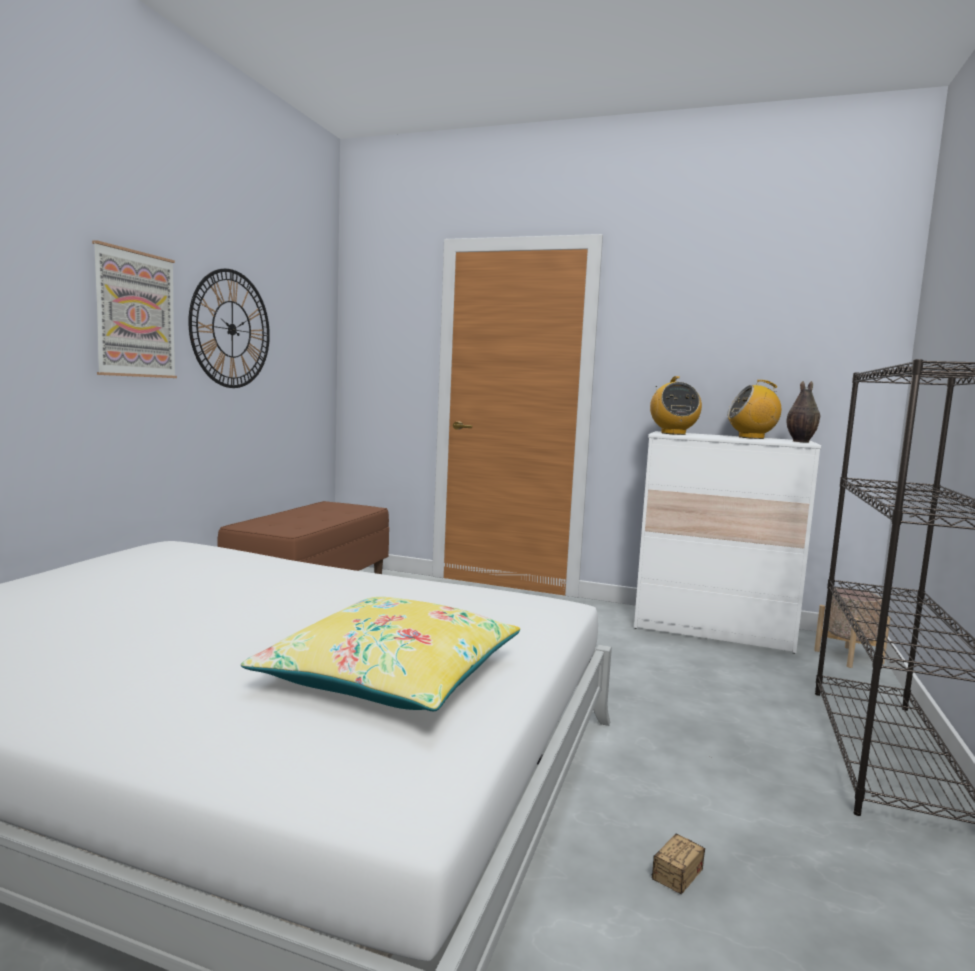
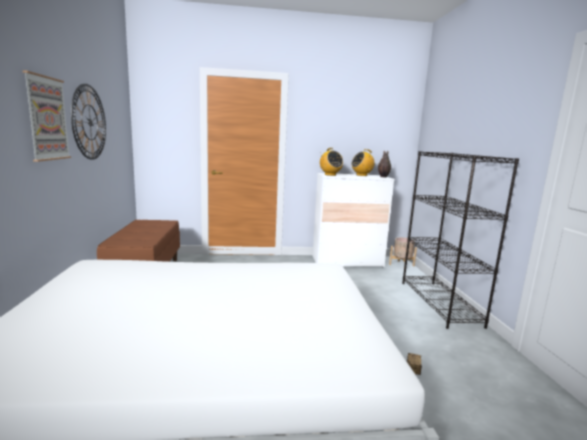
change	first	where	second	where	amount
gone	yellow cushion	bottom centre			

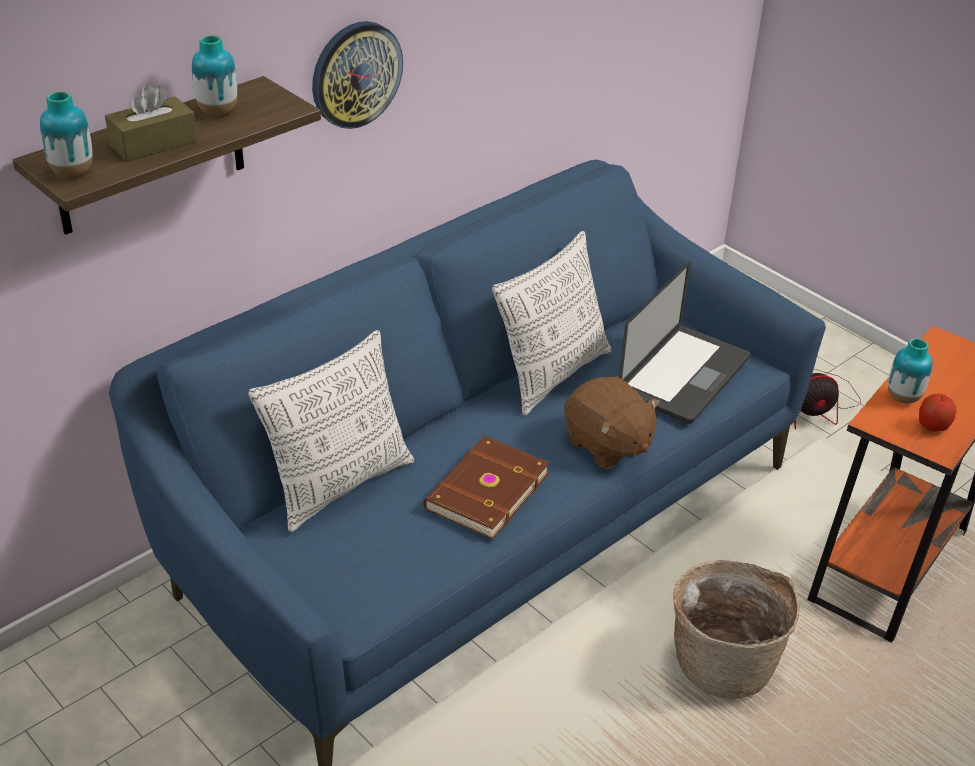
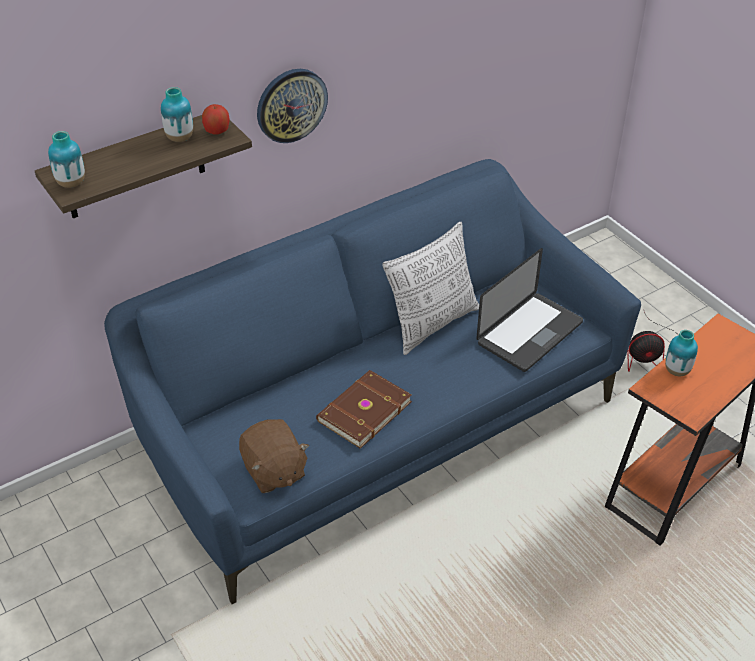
change	first	where	second	where	amount
gone	brown tissue holder	top left			
gone	cushion (no. 1 from left)	centre			
shifted	brown plush toy	centre		bottom centre	
gone	storage basket	bottom right			
shifted	whole apple	middle right		top left	

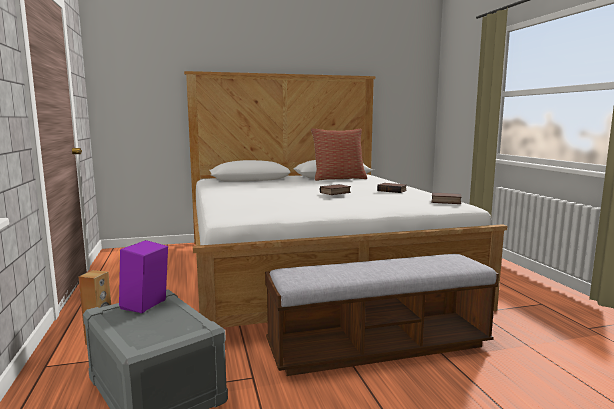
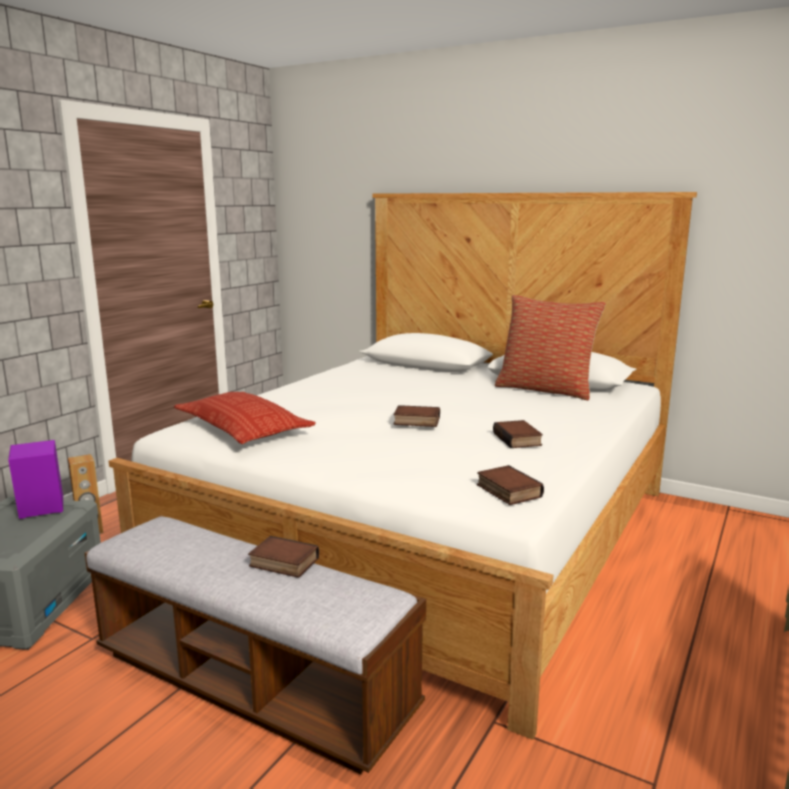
change	first	where	second	where	amount
new			cushion (no. 1 from left)	middle left	
new			book (no. 1 from left)	bottom centre	

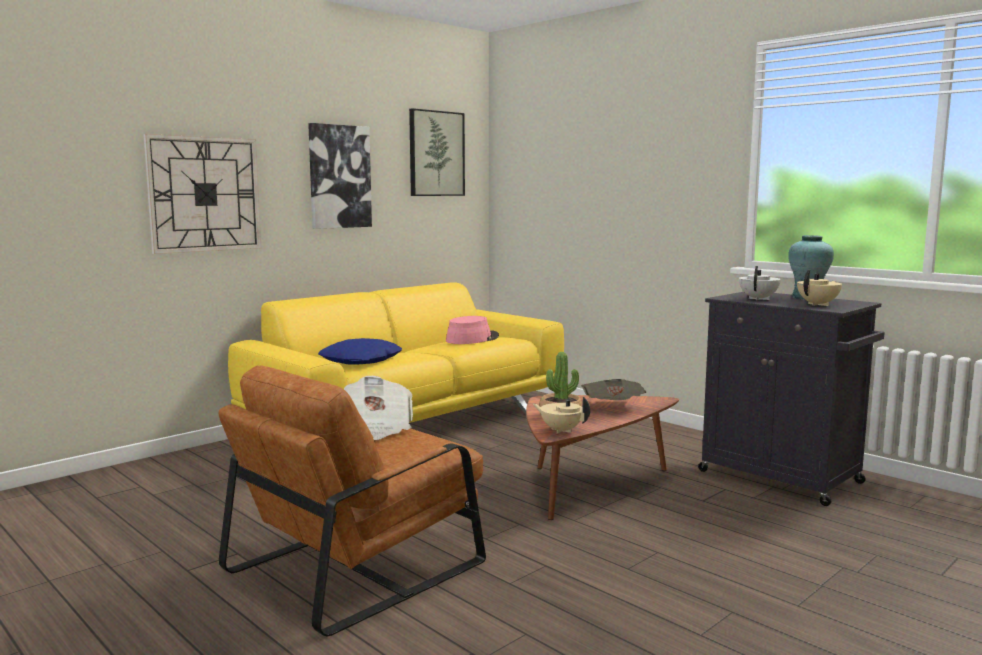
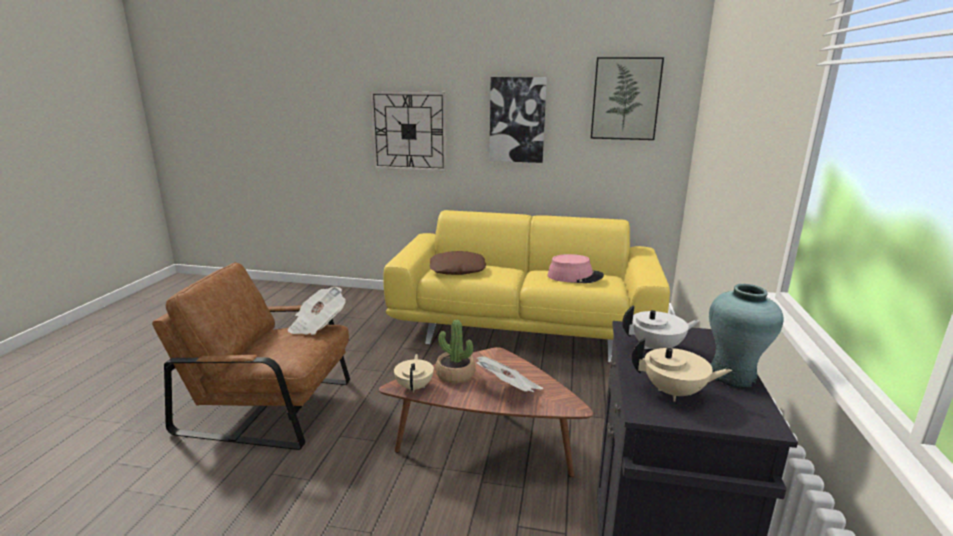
change	first	where	second	where	amount
repainted	blue cushion	centre	brown cushion	centre	

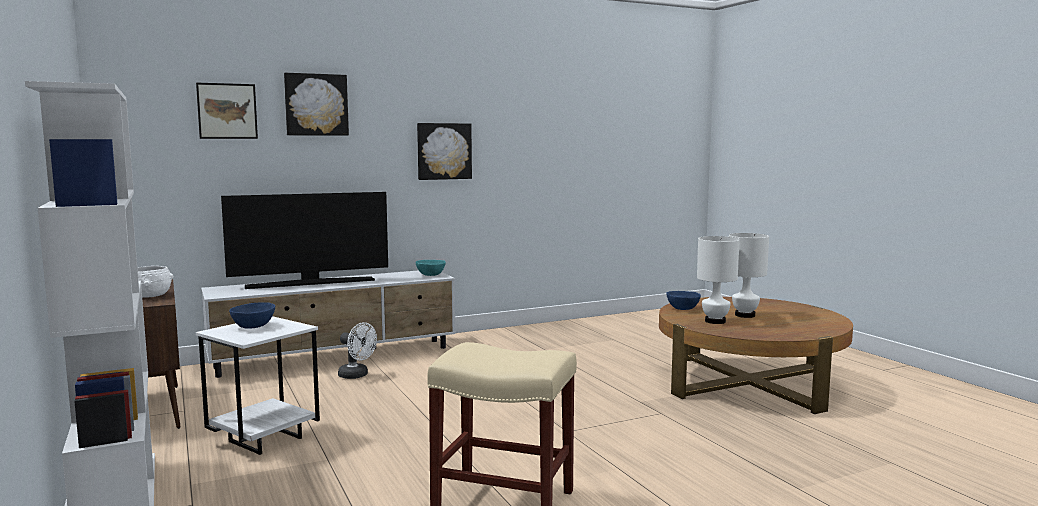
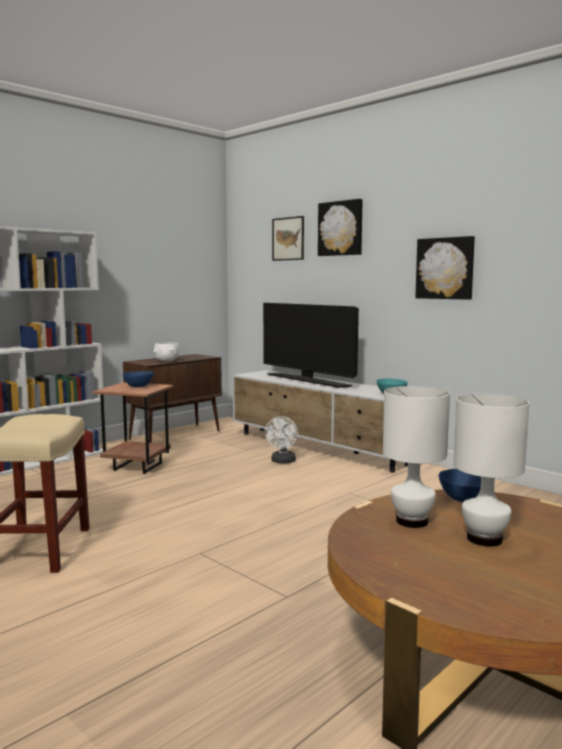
change	first	where	second	where	amount
repainted	whitish end table	bottom left	brown end table	middle left	

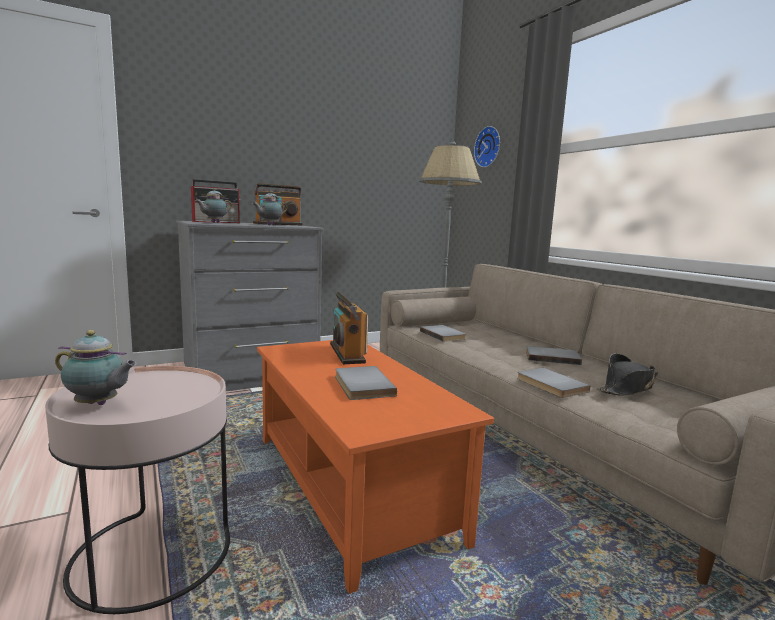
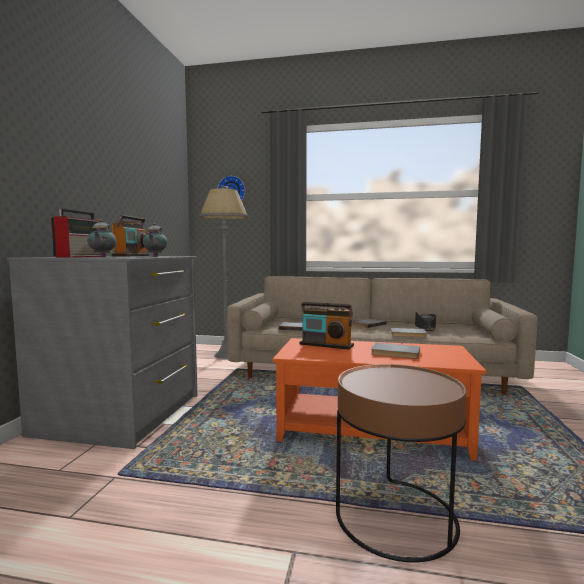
change	first	where	second	where	amount
repainted	pinkish end table	bottom left	brown end table	bottom right	
gone	pot for tea (no. 1 from left)	middle left			

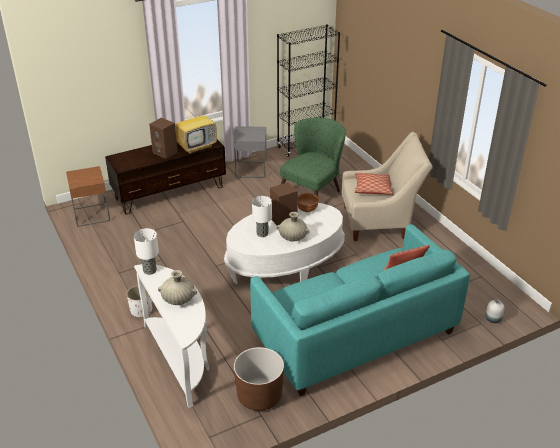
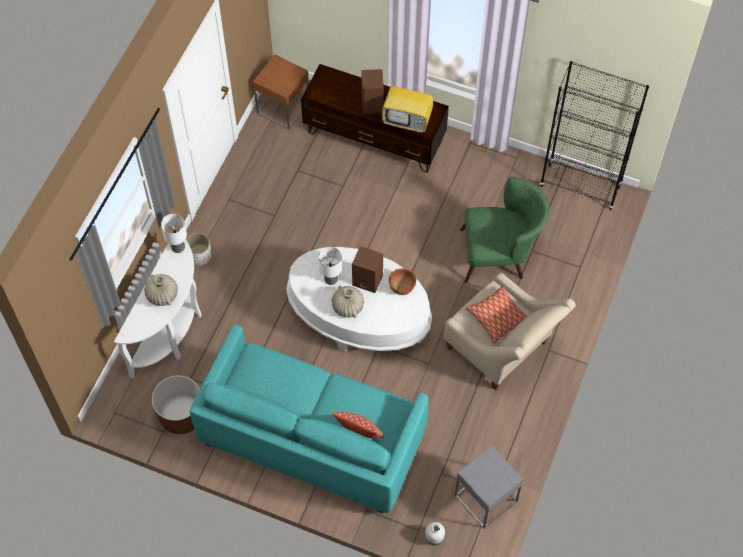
change	first	where	second	where	amount
shifted	greyish end table	centre		bottom centre	

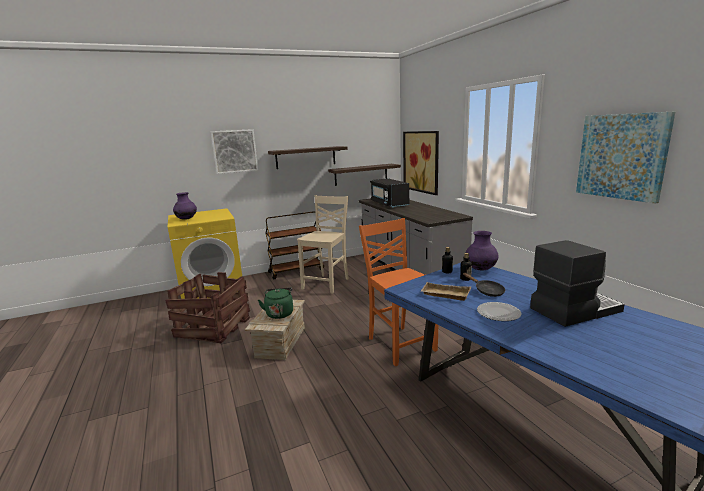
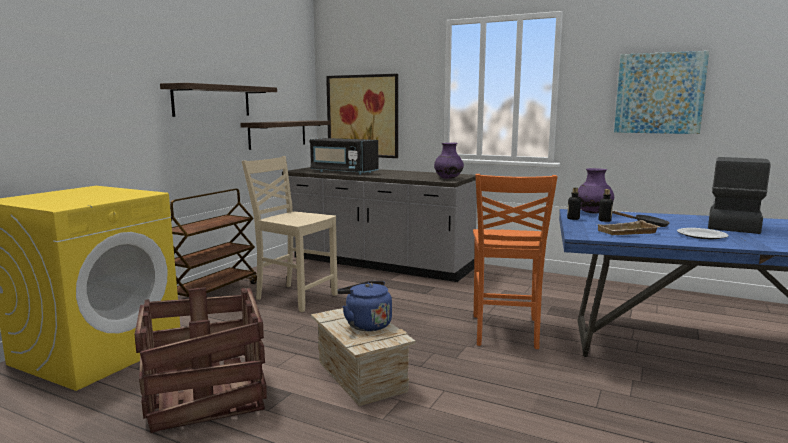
change	first	where	second	where	amount
shifted	purple-coloured vase (no. 1 from left)	middle left		centre	
gone	picture (no. 1 from left)	top left			
repainted	green tea kettle	centre	blue tea kettle	bottom centre	
rotated	sand-coloured upright chair	centre		centre	45 degrees counterclockwise
rotated	orange-coloured upright chair	centre		centre	105 degrees counterclockwise

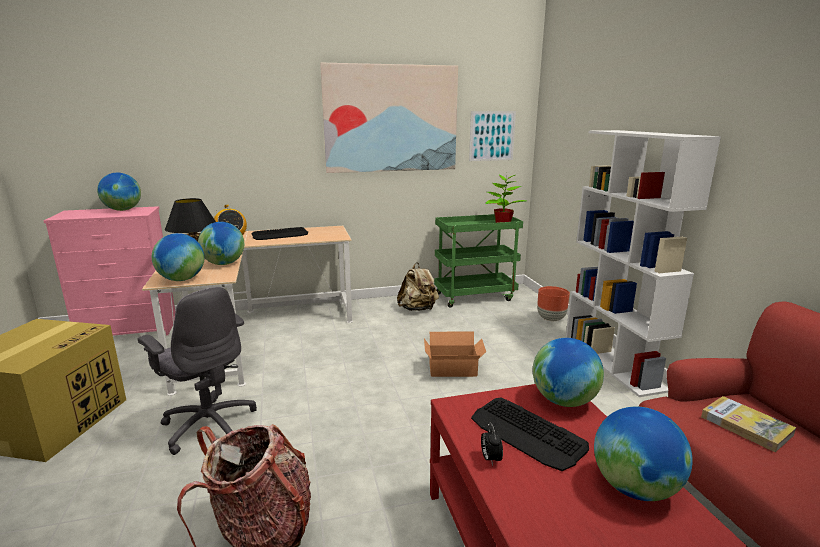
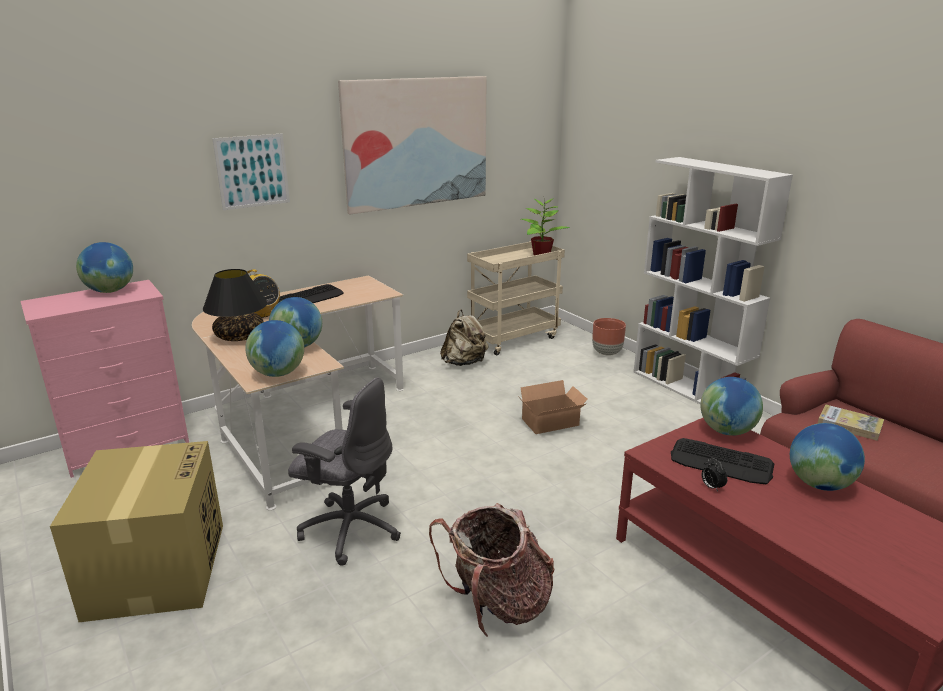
change	first	where	second	where	amount
repainted	green trolley	centre	sand-coloured trolley	centre	
shifted	picture (no. 2 from left in the first image)	top centre	picture (no. 1 from left)	top left	

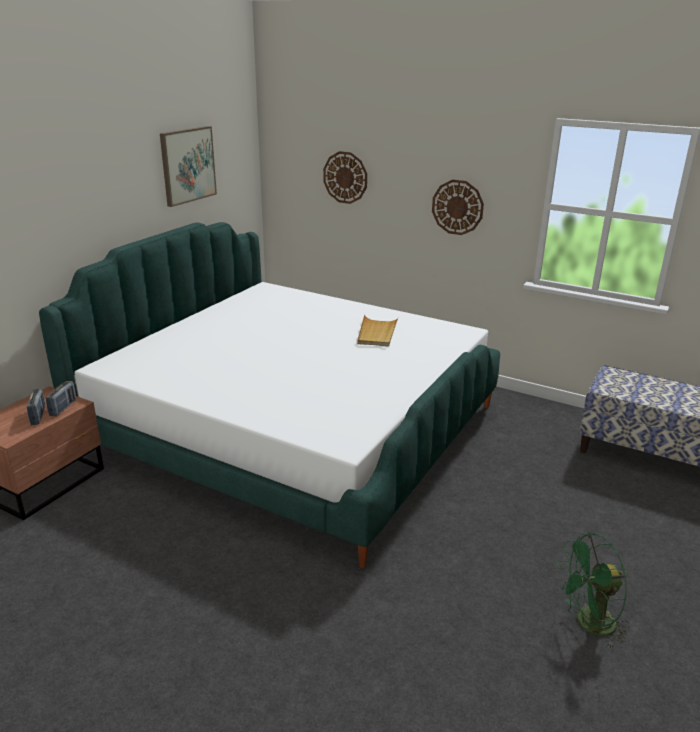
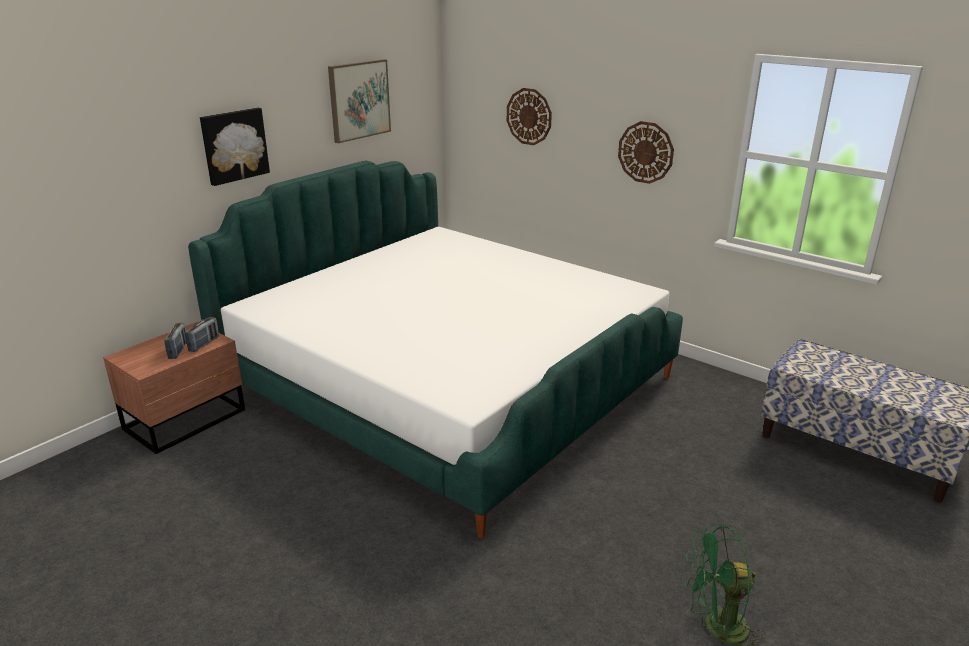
change	first	where	second	where	amount
gone	sand-coloured carrying tray	centre			
new			picture (no. 1 from left)	top left	

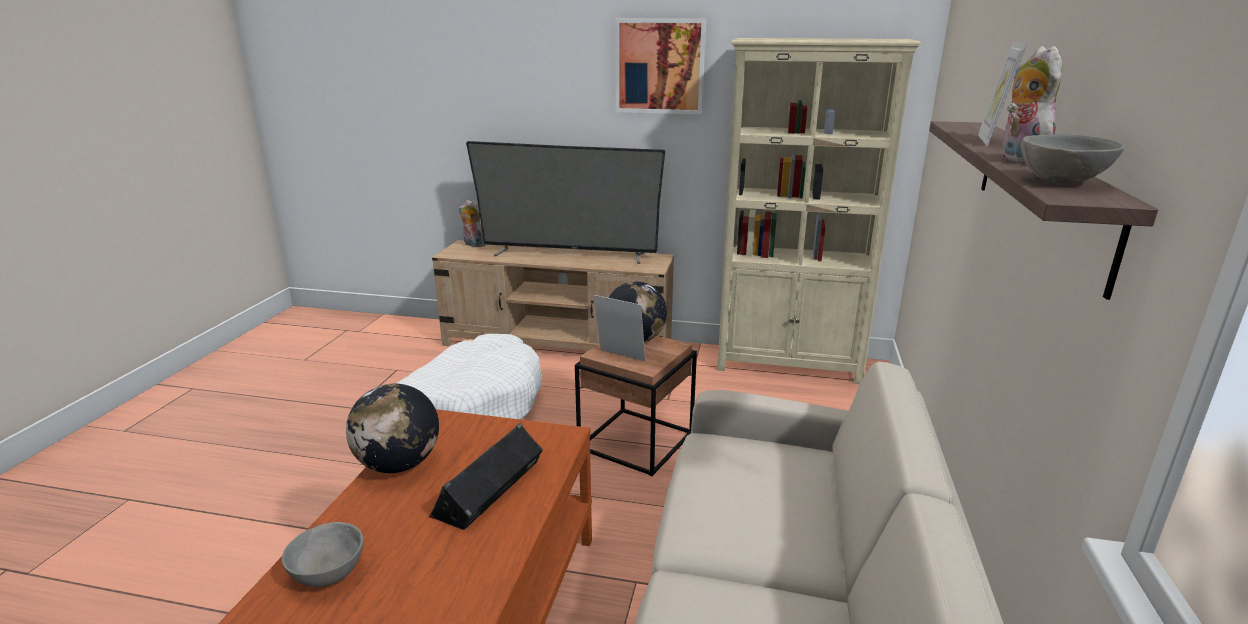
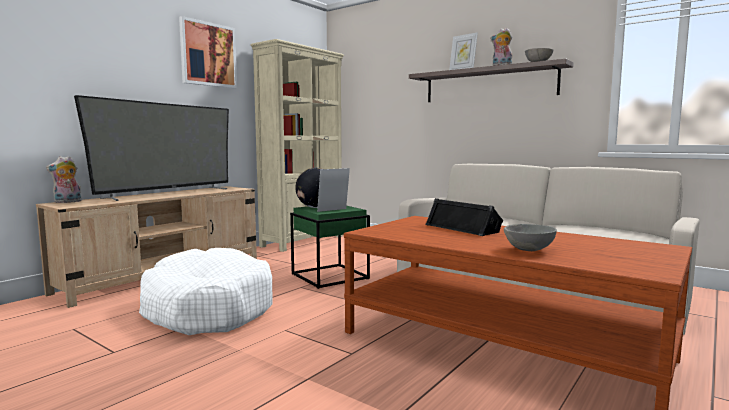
change	first	where	second	where	amount
gone	globe (no. 1 from left)	bottom left			
repainted	brown end table	centre	green end table	centre	

